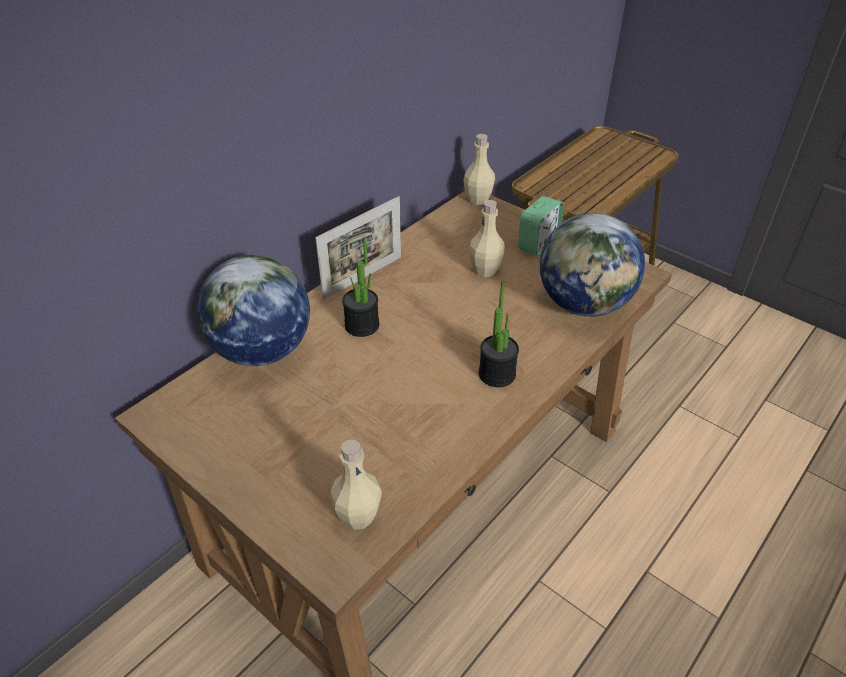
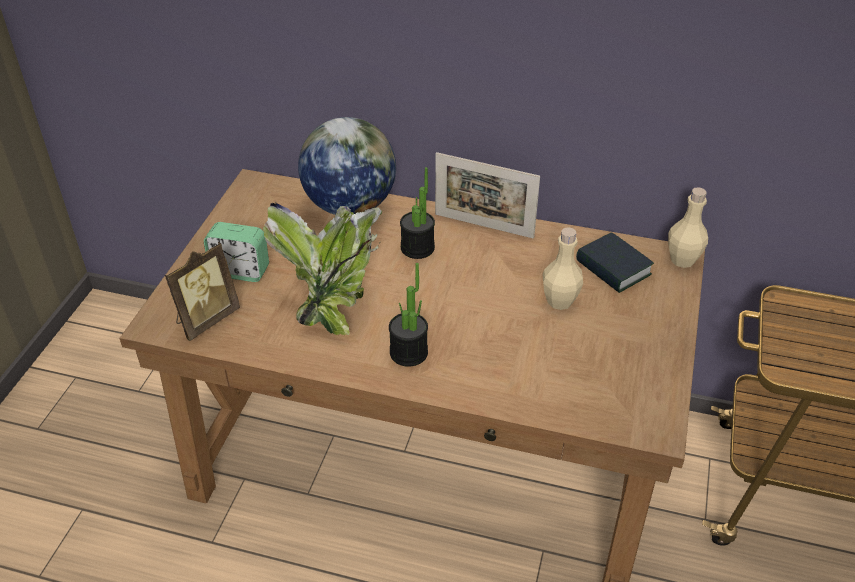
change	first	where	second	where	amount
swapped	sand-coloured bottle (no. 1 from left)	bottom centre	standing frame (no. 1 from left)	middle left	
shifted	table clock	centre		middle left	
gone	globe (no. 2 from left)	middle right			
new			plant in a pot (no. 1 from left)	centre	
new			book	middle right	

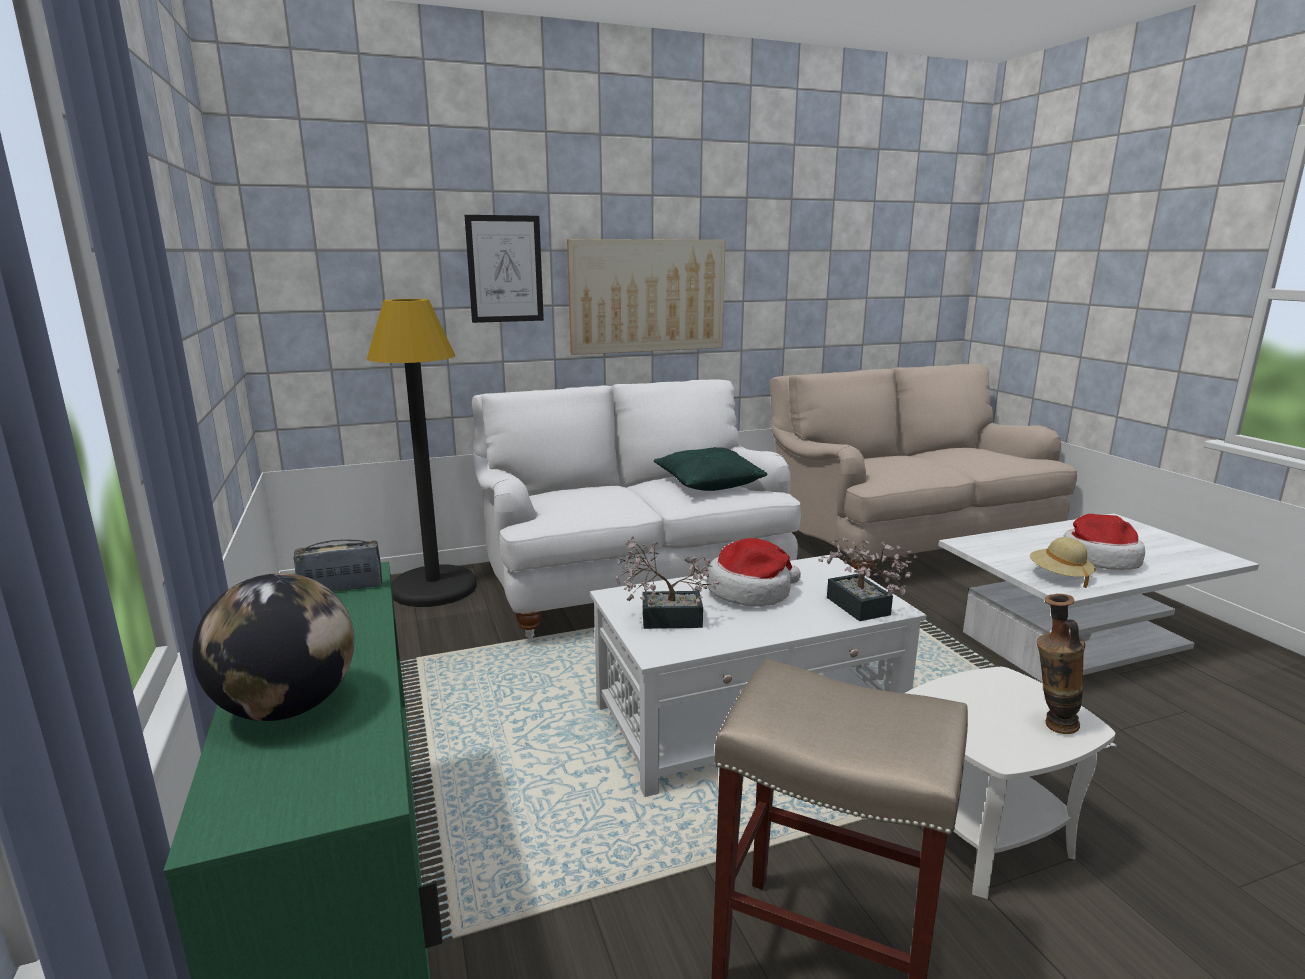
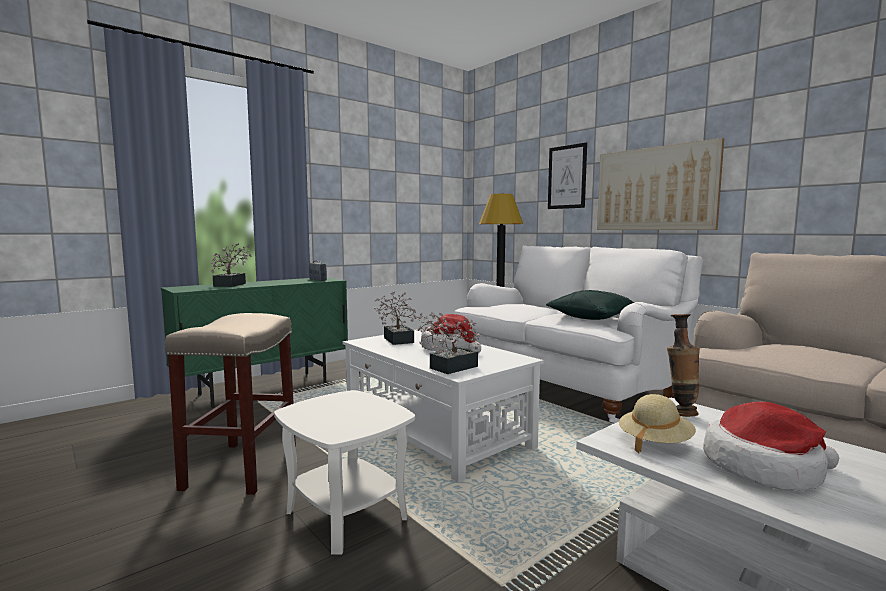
change	first	where	second	where	amount
swapped	globe	middle left	plant in a pot (no. 1 from left)	middle left	
shifted	vase	bottom right		middle right	

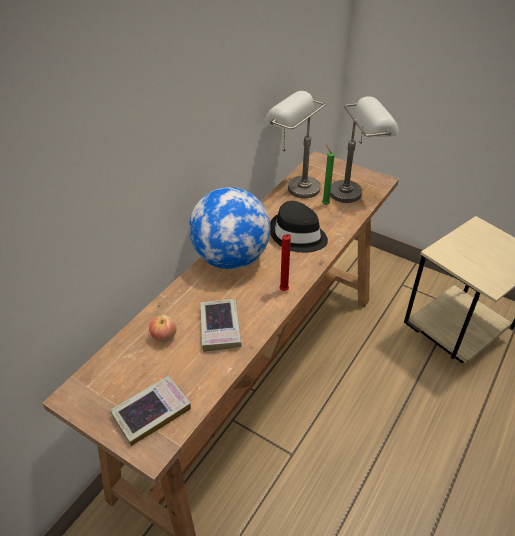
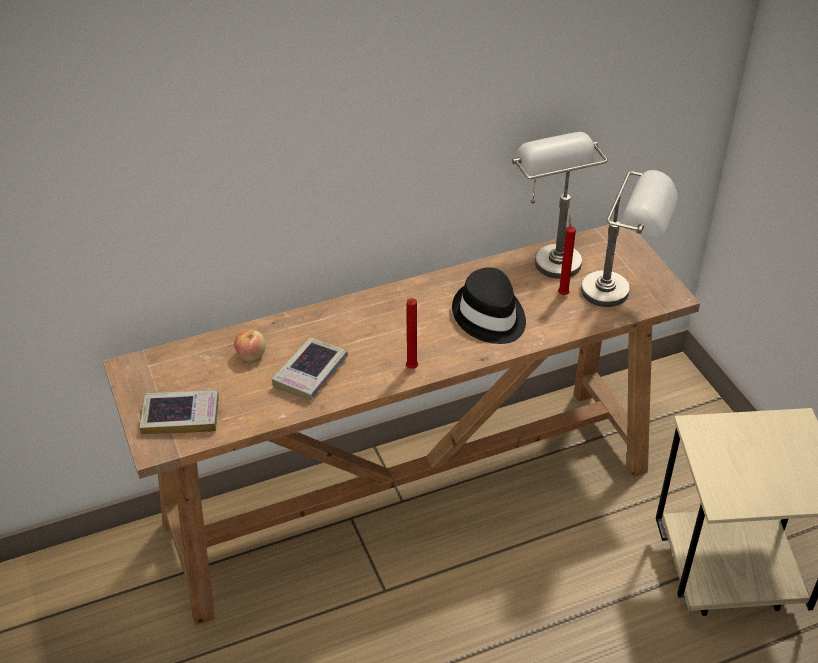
change	first	where	second	where	amount
gone	globe	centre			
repainted	green wax candle	top centre	reddish wax candle (no. 2 from left)	middle right	

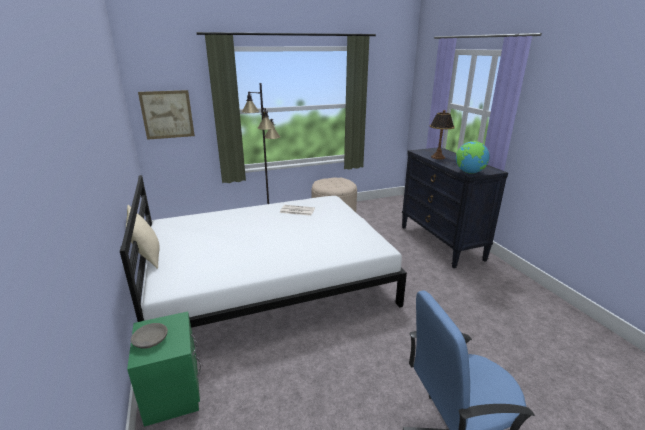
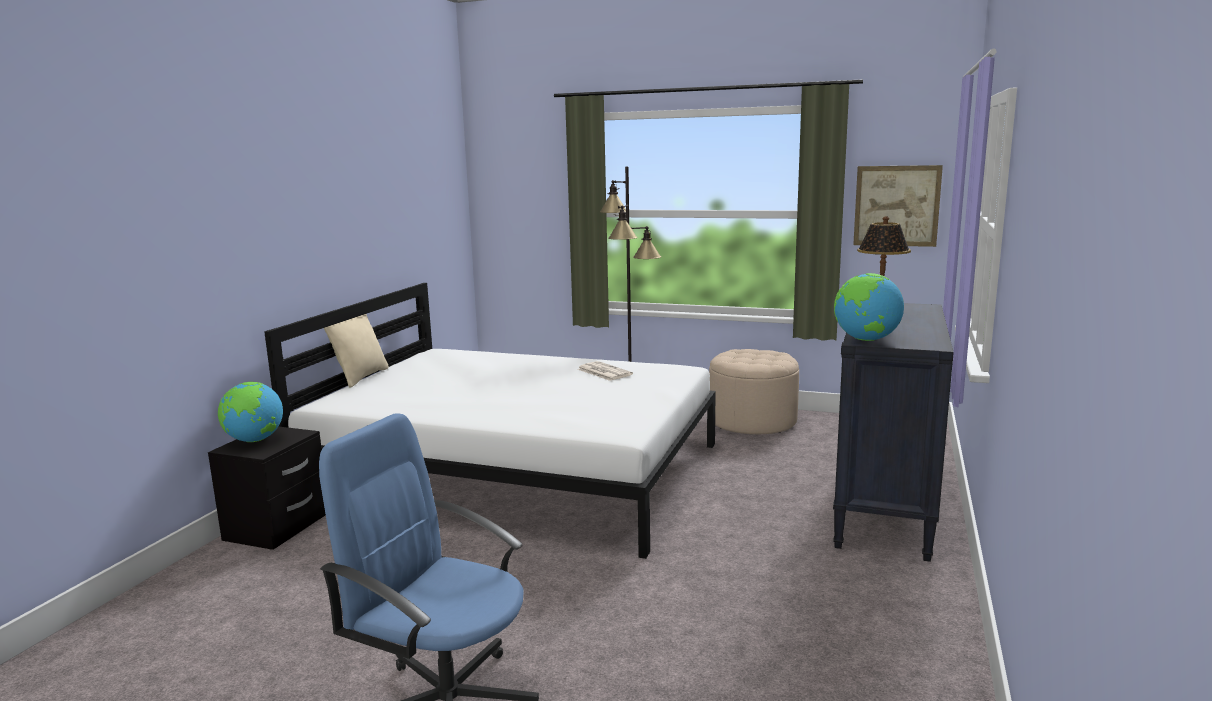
change	first	where	second	where	amount
repainted	green nightstand	bottom left	black-coloured nightstand	bottom left	
swapped	greyish deep dish	bottom left	globe (no. 1 from left)	middle left	
shifted	picture	top left		top right	

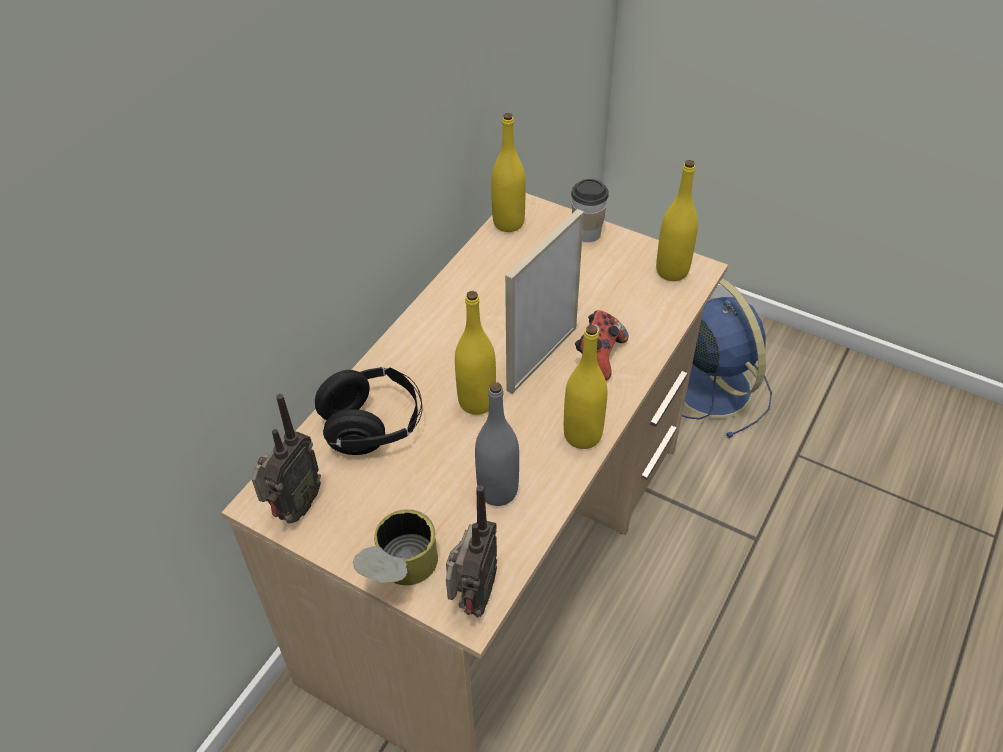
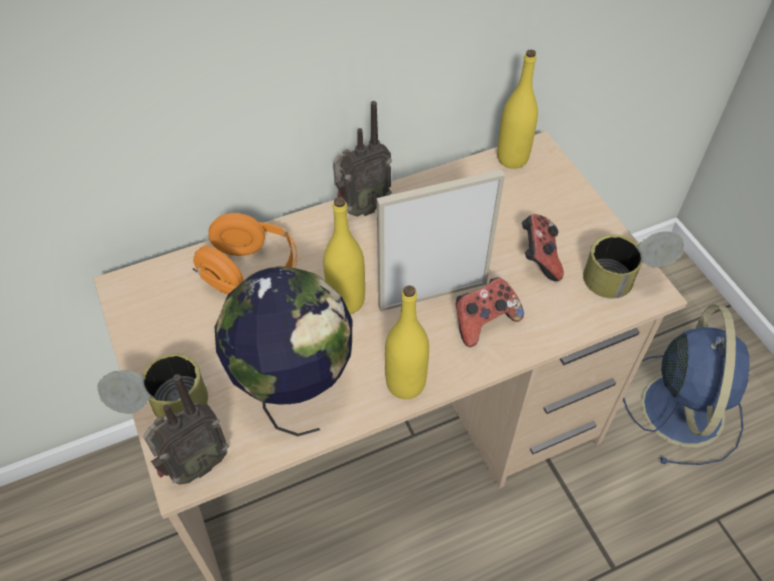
change	first	where	second	where	amount
shifted	radio set (no. 1 from left in the first image)	middle left	radio set (no. 2 from left)	top centre	
repainted	black-coloured pair of headphones	centre	orange-coloured pair of headphones	middle left	
swapped	greyish bottle	centre	globe	centre	
gone	drinking cup	top centre			
swapped	yellow bottle (no. 4 from left)	top right	sealed can (no. 2 from left)	middle right	
new			game controller (no. 2 from left)	middle right	

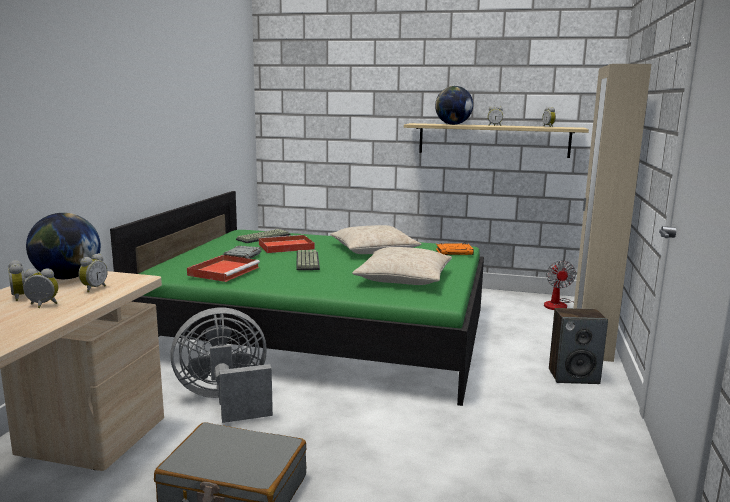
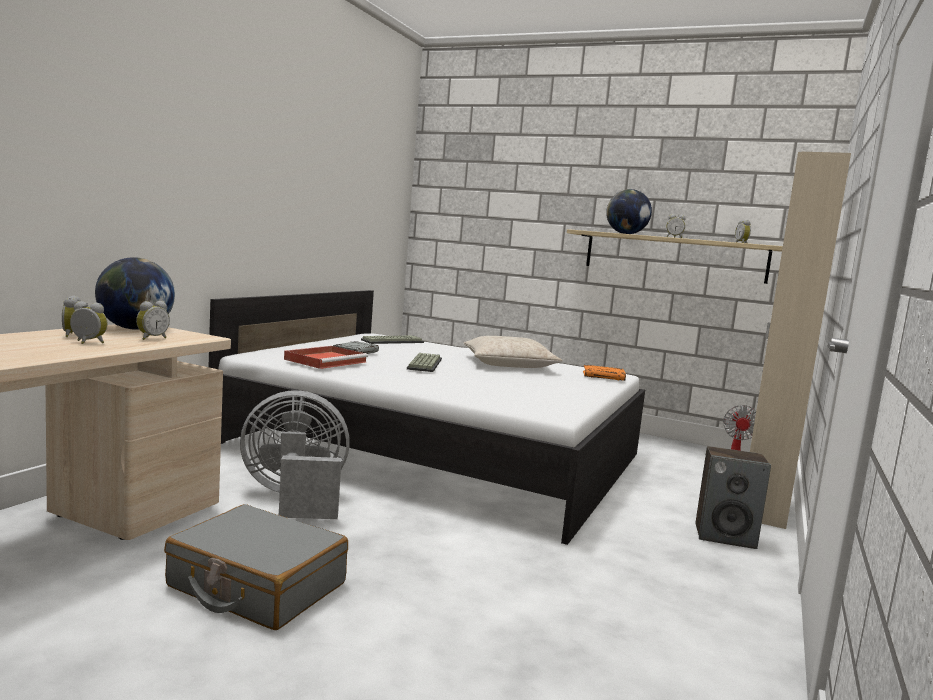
change	first	where	second	where	amount
repainted	green bed	centre	whitish bed	centre	
gone	reddish carrying tray (no. 2 from left)	centre			
gone	sand-coloured cushion (no. 2 from left)	centre			

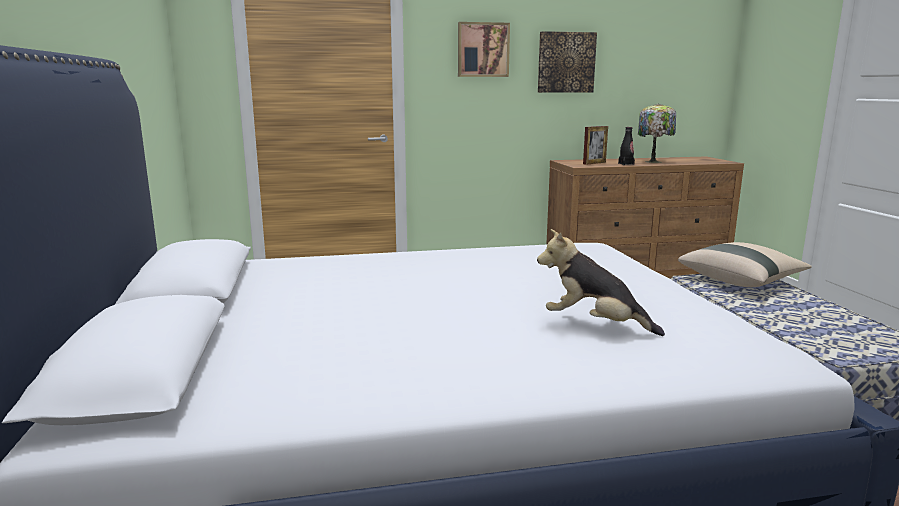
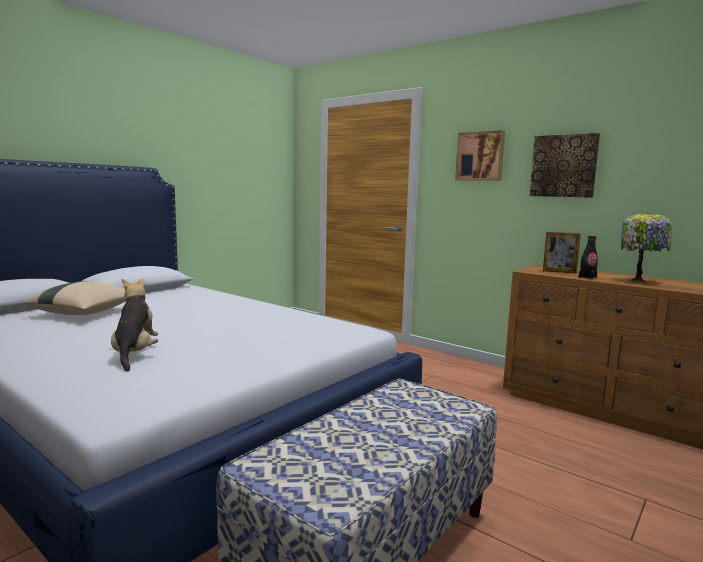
change	first	where	second	where	amount
shifted	sand-coloured cushion	middle right		middle left	

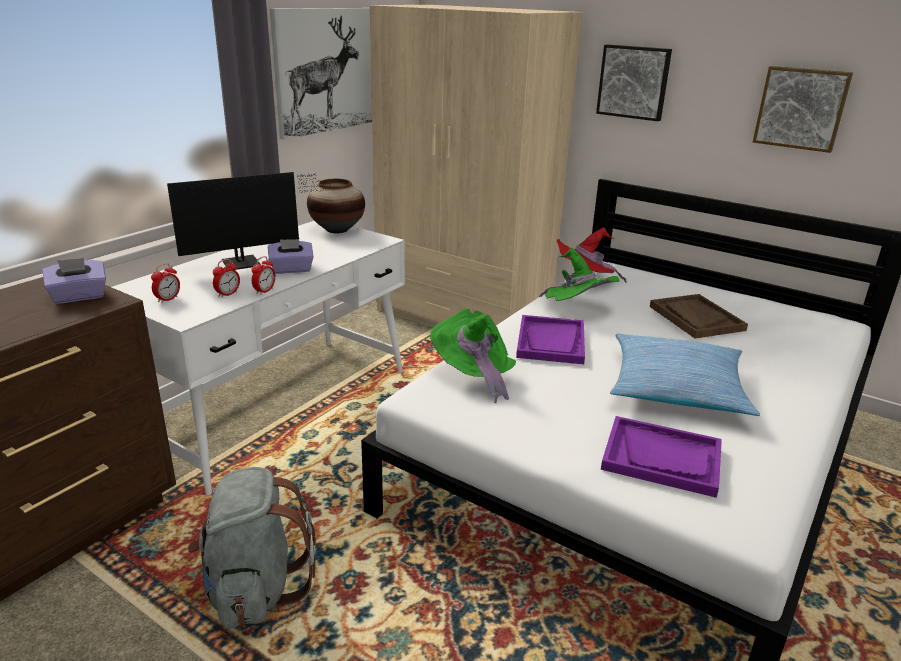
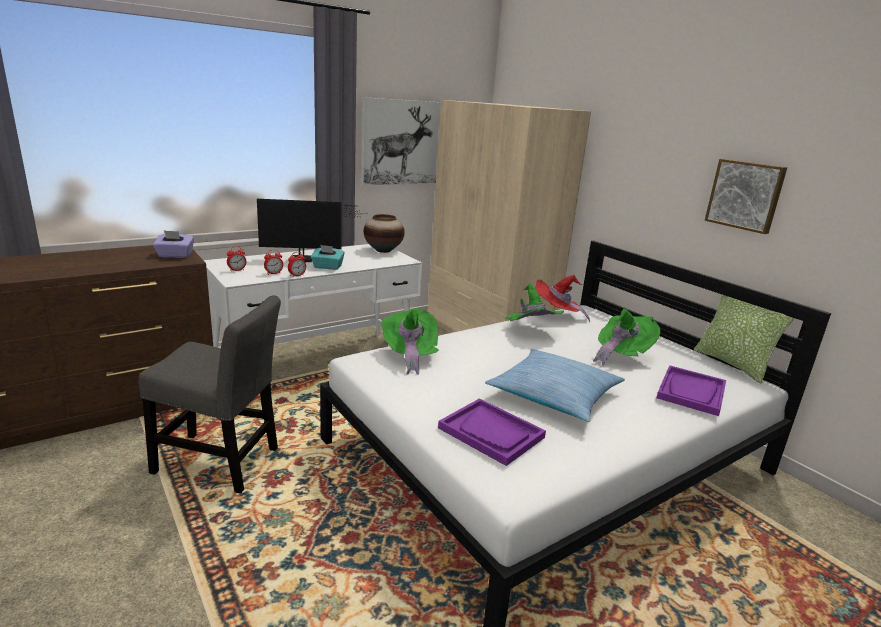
change	first	where	second	where	amount
swapped	greyish knapsack	bottom left	greyish upright chair	middle left	
repainted	purple-coloured tissue holder (no. 2 from left)	middle left	turquoise-coloured tissue holder	centre	
shifted	purple-coloured carrying tray (no. 1 from left in the first image)	centre	purple-coloured carrying tray (no. 2 from left)	middle right	
gone	picture (no. 2 from left)	top right			
swapped	brown carrying tray	middle right	green clothing hat (no. 3 from left)	middle right	
new			cushion (no. 2 from left)	middle right	

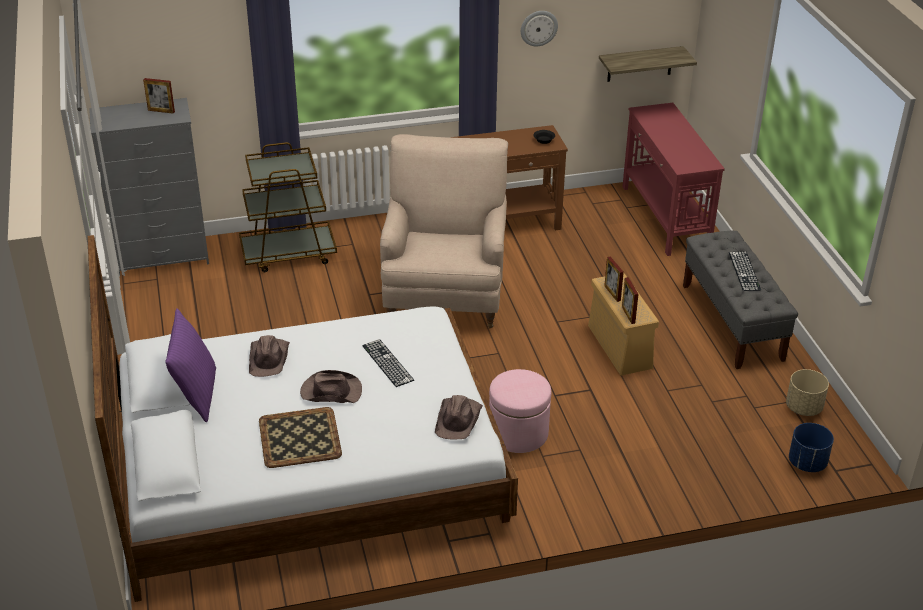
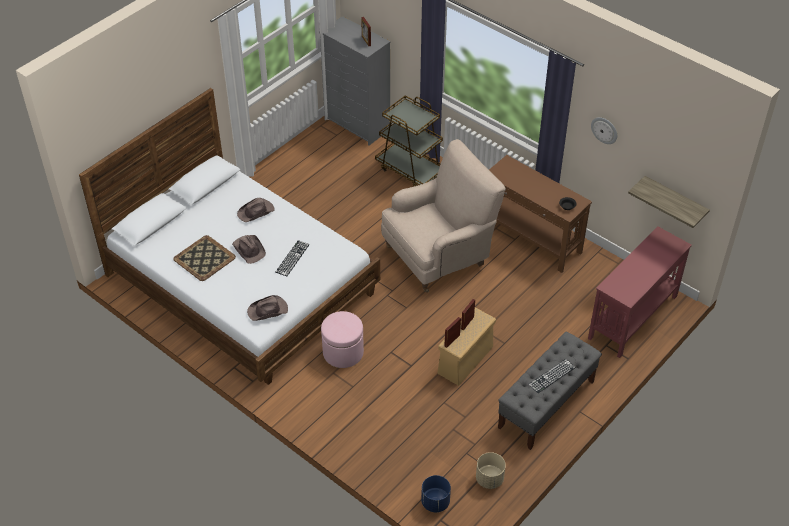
change	first	where	second	where	amount
gone	purple-coloured cushion	middle left			

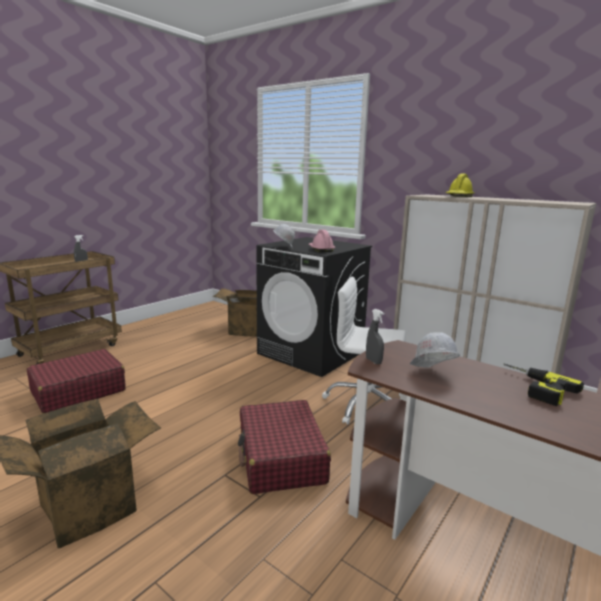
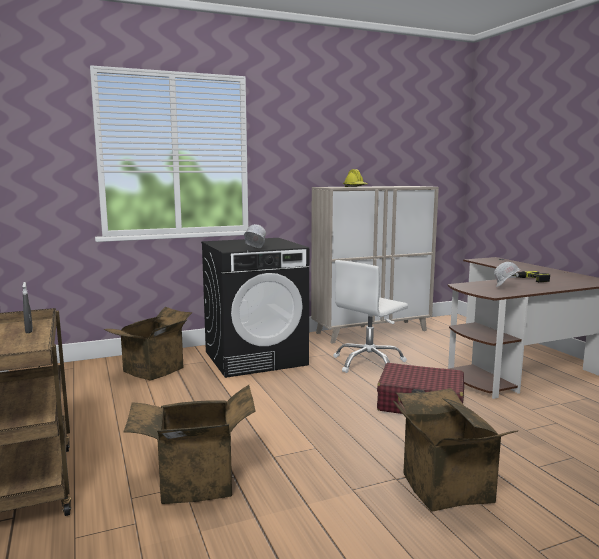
change	first	where	second	where	amount
swapped	reddish suitcase (no. 1 from left)	middle left	packing box (no. 2 from left)	bottom left	
gone	pinkish work helmet	centre			
gone	greyish spray bottle (no. 2 from left)	centre			

